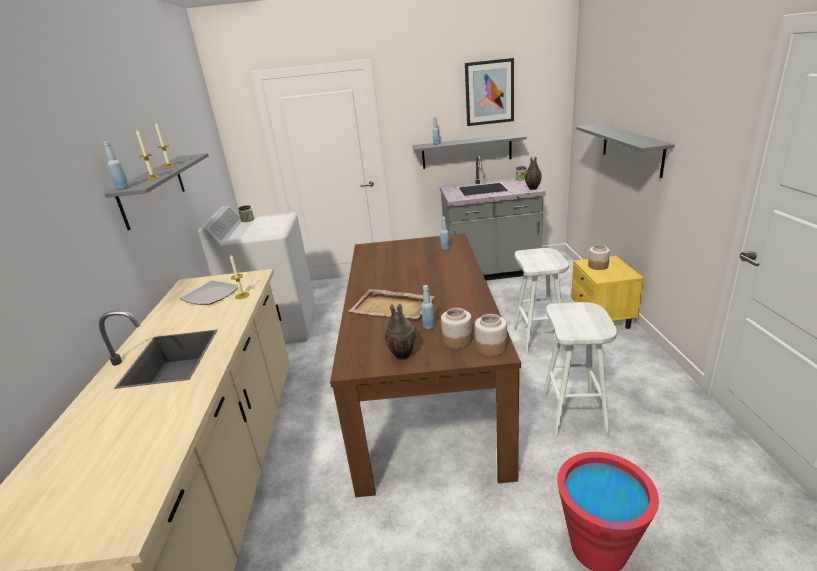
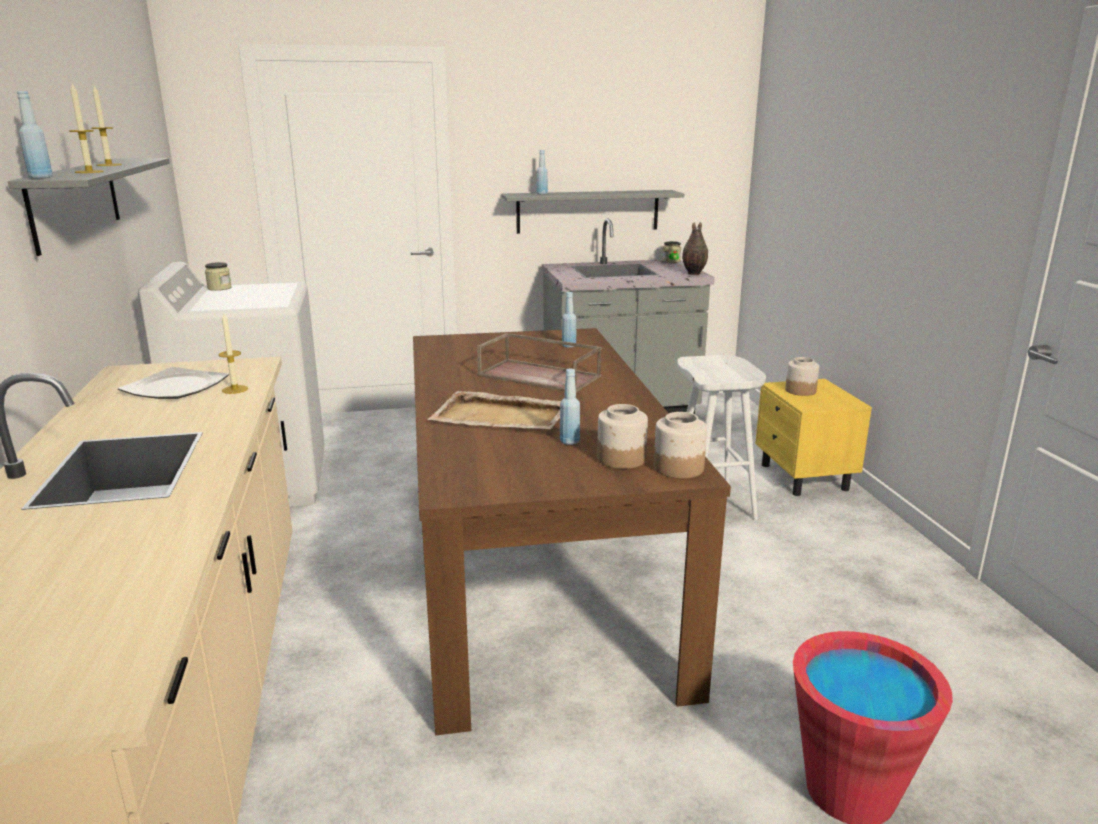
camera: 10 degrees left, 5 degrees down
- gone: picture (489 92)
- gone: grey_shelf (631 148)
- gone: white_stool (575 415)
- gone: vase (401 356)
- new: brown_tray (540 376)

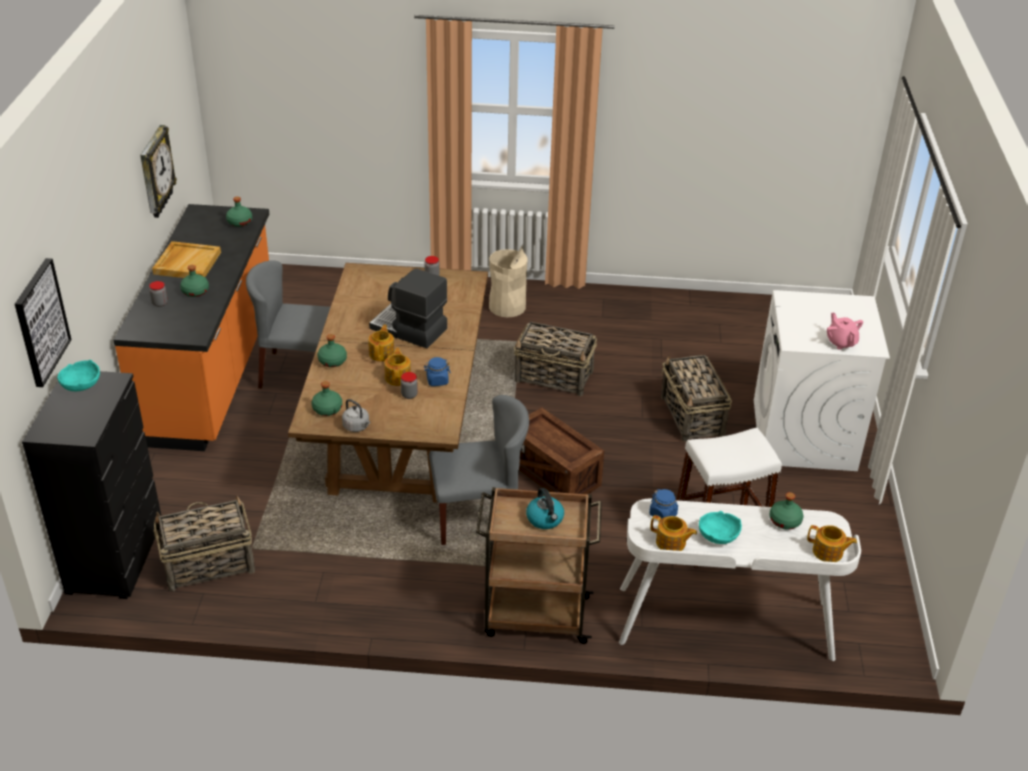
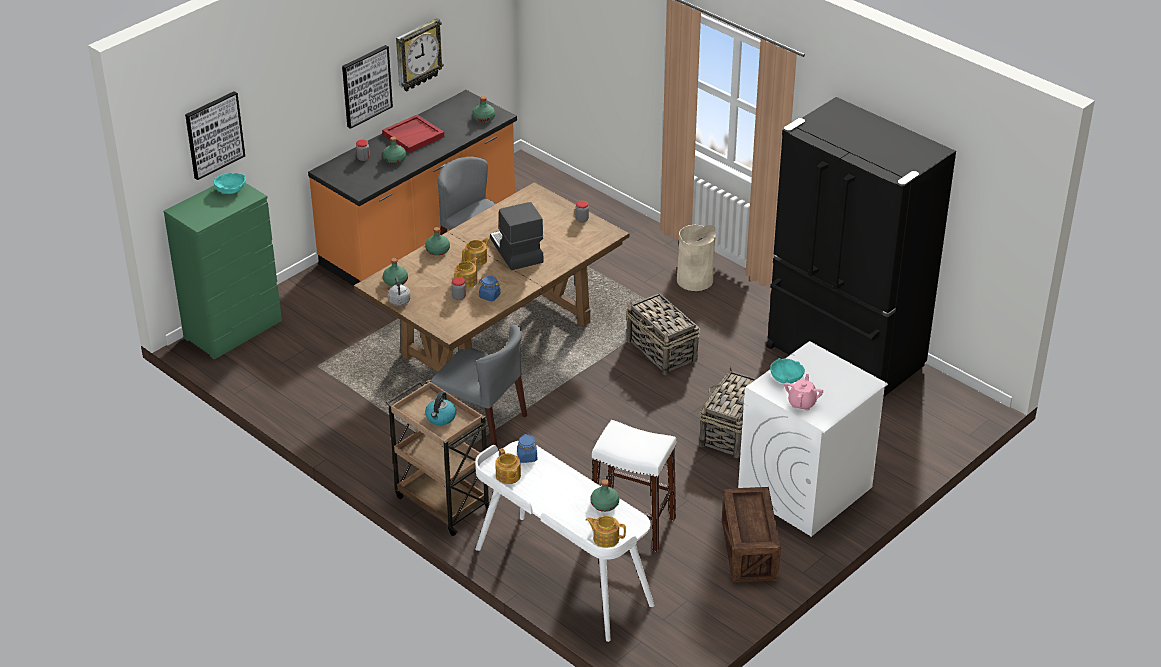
camera: 40 degrees right, 0 degrees up
- repainted: beige_tray (187 263) to red_tray (413 135)
- repainted: black_dresser (115 557) to green_dresser (233 330)
- shifted: crate (553 474) to (749 551)
- gone: basket (207 564)
- shifted: turquoise_bowl (717 535) to (786 378)
- rotated: teapot (828 552) = (605 538) 135 degrees clockwise
- new: picture (366 86)
- new: black_fridge (843 358)

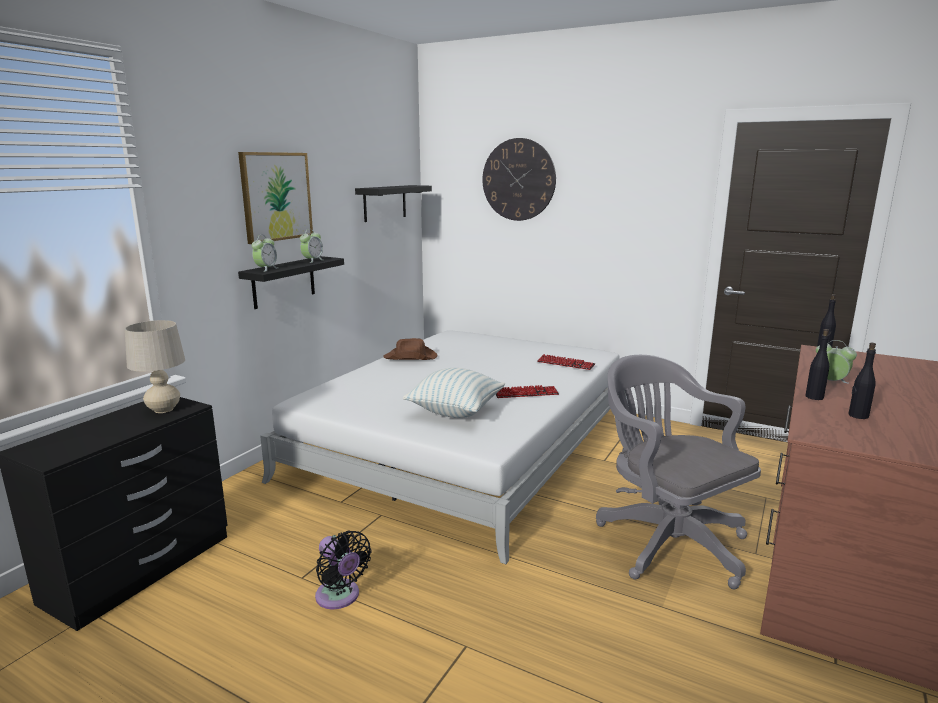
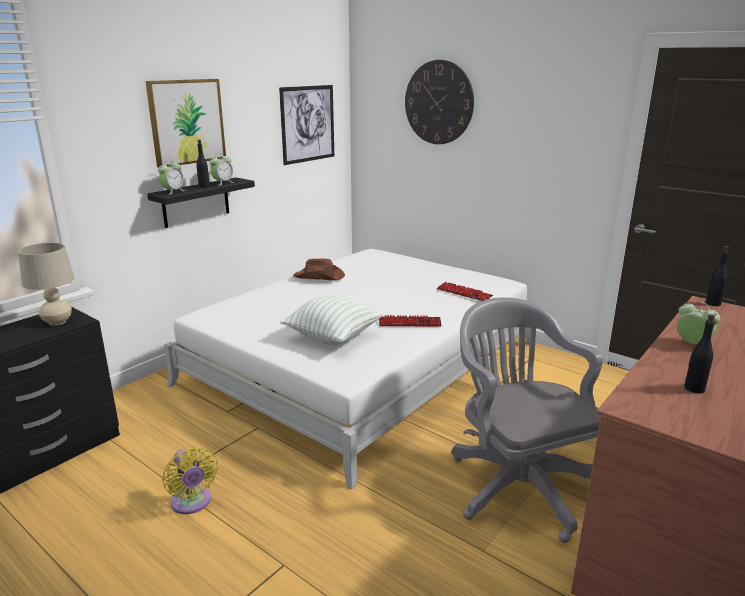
camera: 10 degrees right, 5 degrees up
- swapped: black_shelf (385 203) to picture (308 124)
- shifted: black_bottle (814 397) to (204 186)
- repainted: black_fan (340 597) to yellow_fan (192 503)

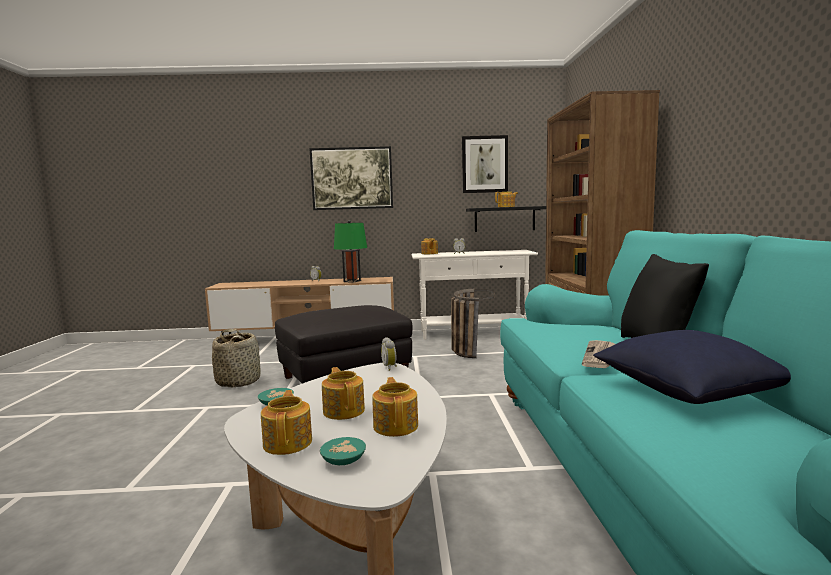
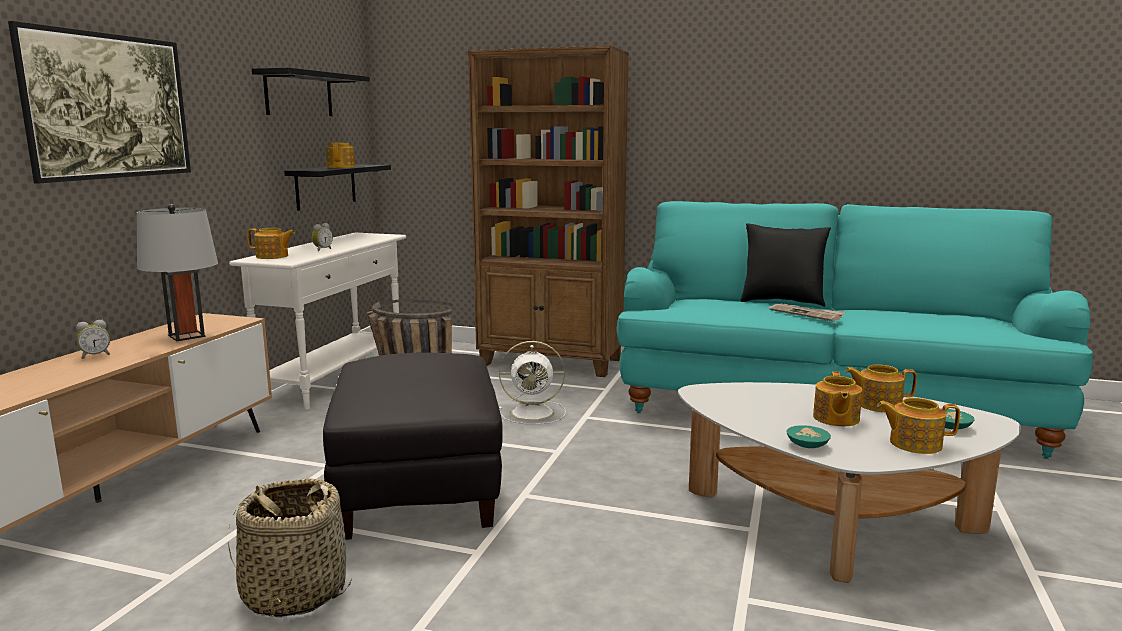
camera: 70 degrees left, 5 degrees up
- swapped: picture (484 164) to black_shelf (299 94)
- repainted: green_table_lamp (352 281) to grey_table_lamp (186 336)
- gone: blue_pillow (686 392)
- gone: alarm_clock (390 367)
- rotated: teapot (344 410) = (835 418) 75 degrees counterclockwise
- new: white_fan (534 413)

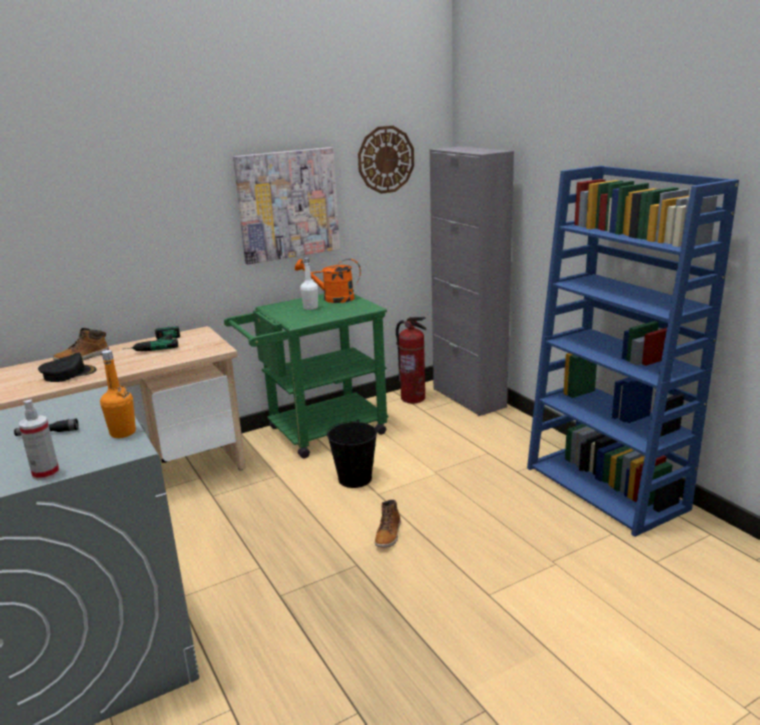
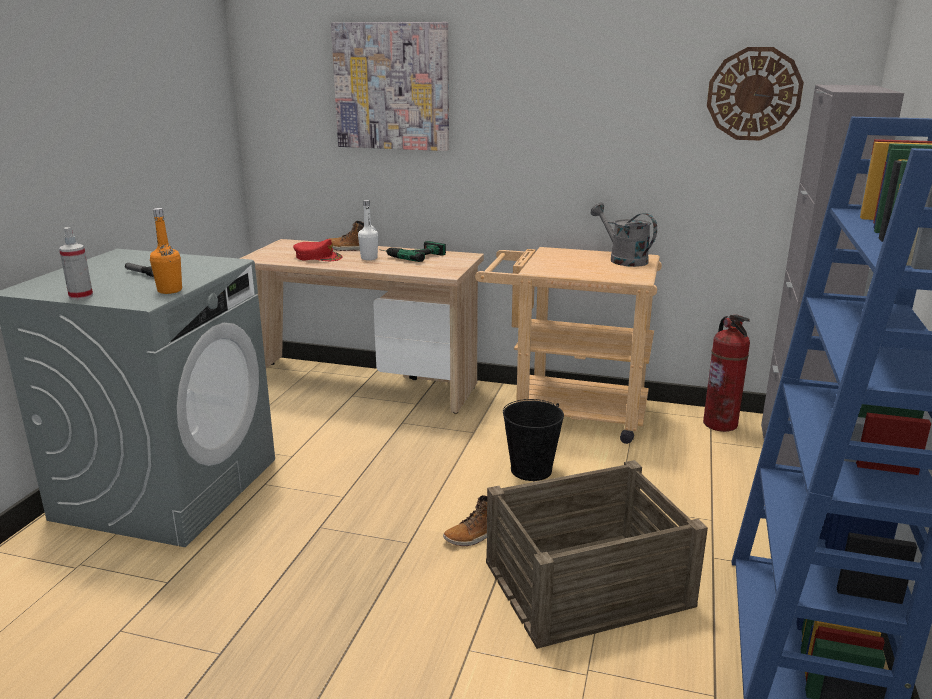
camera: 45 degrees right, 0 degrees up
- shifted: picture (288 204) to (392 87)
- shifted: white_bottle (310 308) to (369 258)
- repainted: orange_watering_can (332 298) to grey_watering_can (622 259)
- repainted: green_cart (317 433) to beige_cart (566 413)
- repainted: black_cap (68 374) to red_cap (318 257)
- new: crate (588 584)

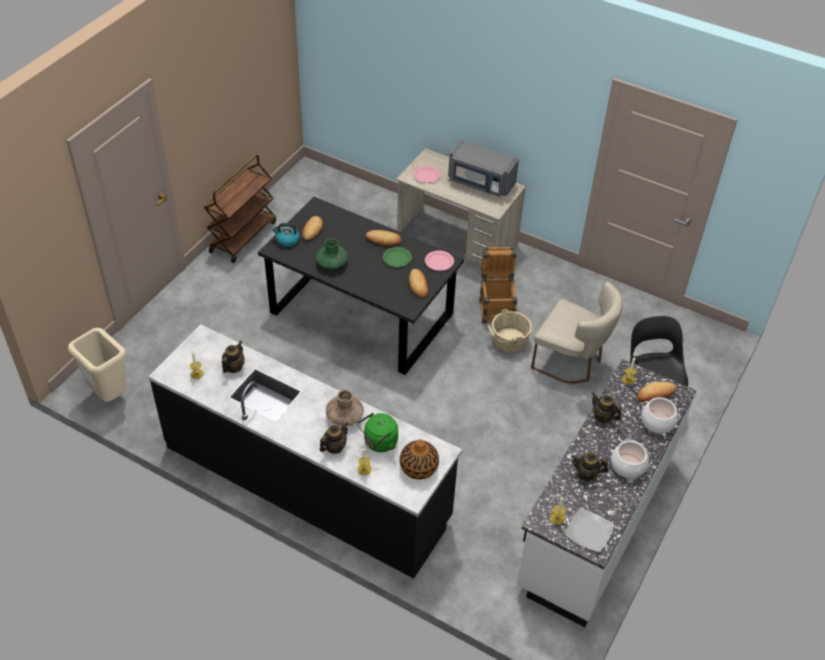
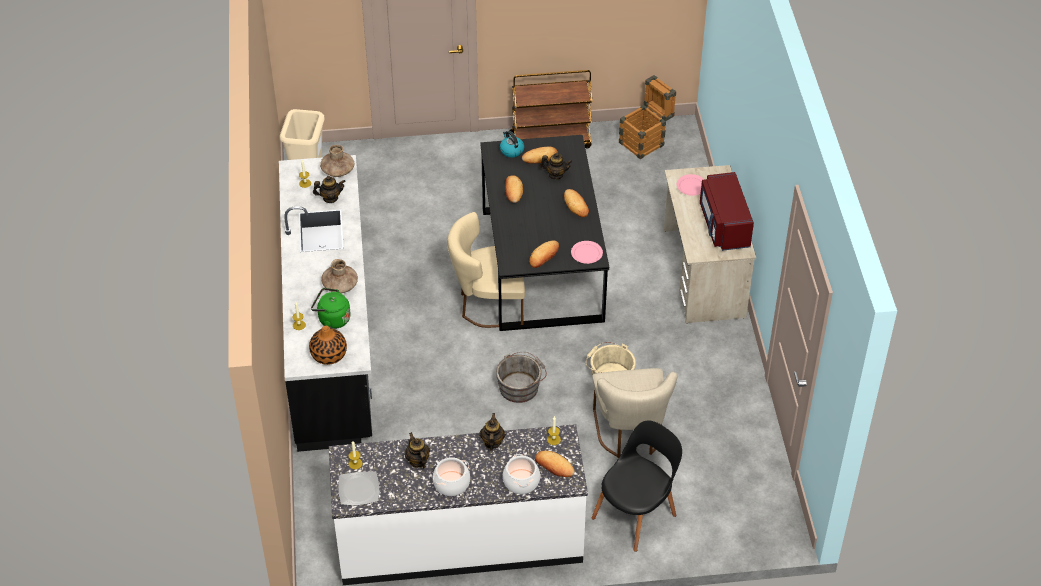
camera: 55 degrees right, 0 degrees up
- repainted: grey_microwave (480 182) to red_microwave (723 225)
- swapped: green_vase (332 263) to bread (513 191)
- shifted: crate (496 307) to (645 141)
- gone: green_plate (397 258)
- shifted: teapot (334 447) to (556 174)
- new: brown_vase (337 171)
- new: beige_chair (488 304)
- new: grey_bucket (521 386)

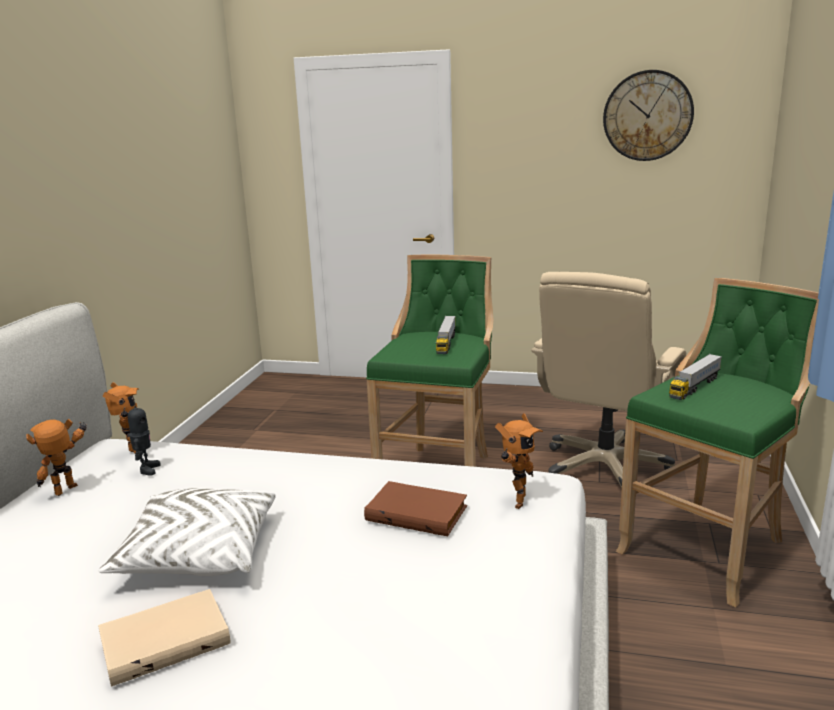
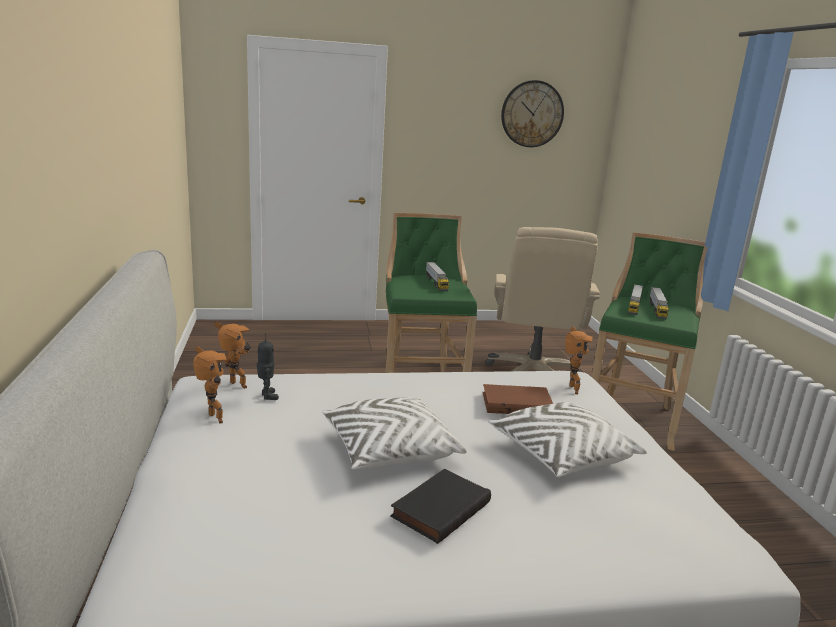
camera: 25 degrees left, 0 degrees up
- rotated: toy_robot (69 491) = (212 419) 135 degrees clockwise
- repainted: beige_book (165 639) to black_book (439 508)
- new: toy_truck (657 310)
- new: white_pillow (561 455)

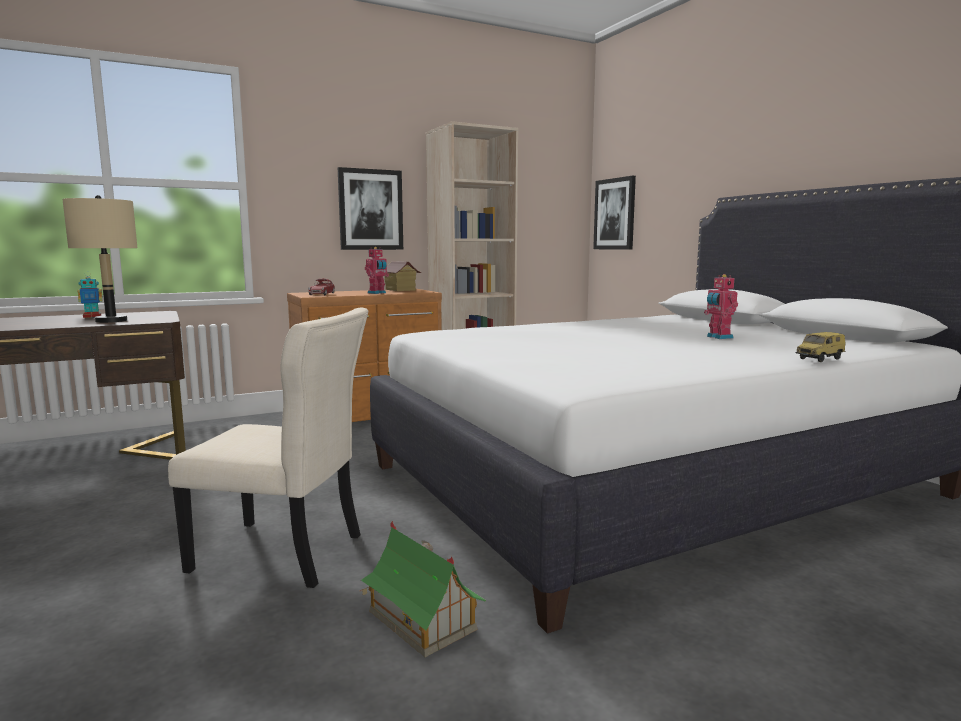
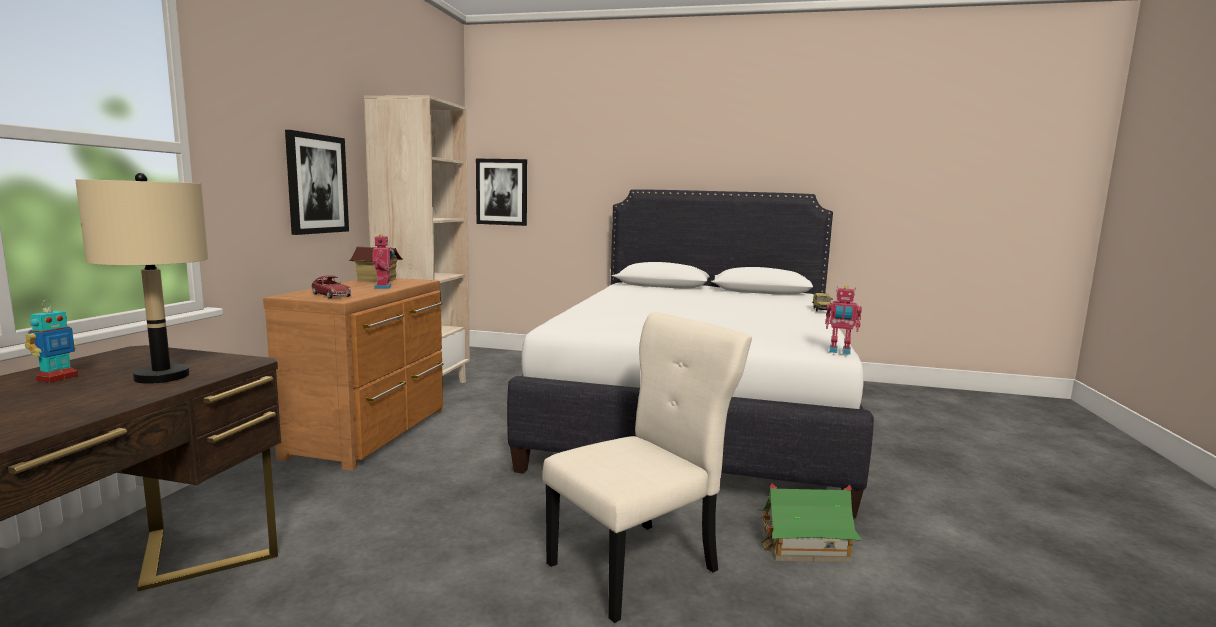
camera: 50 degrees left, 0 degrees up
- shifted: toy_robot (718 337) to (839 351)

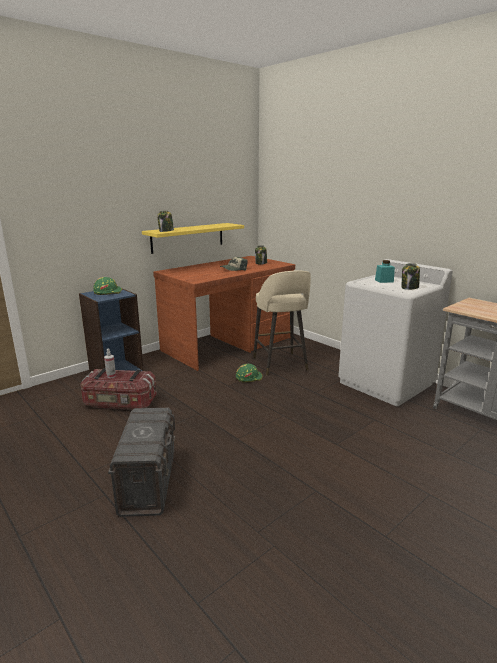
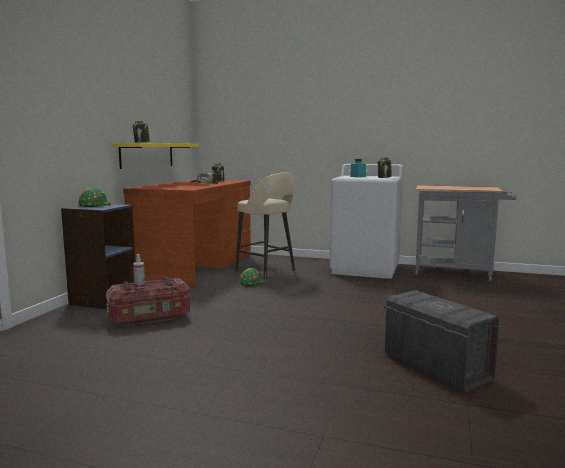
camera: 30 degrees left, 10 degrees down
- shifted: grey_storage_box (148 482) to (436 366)

